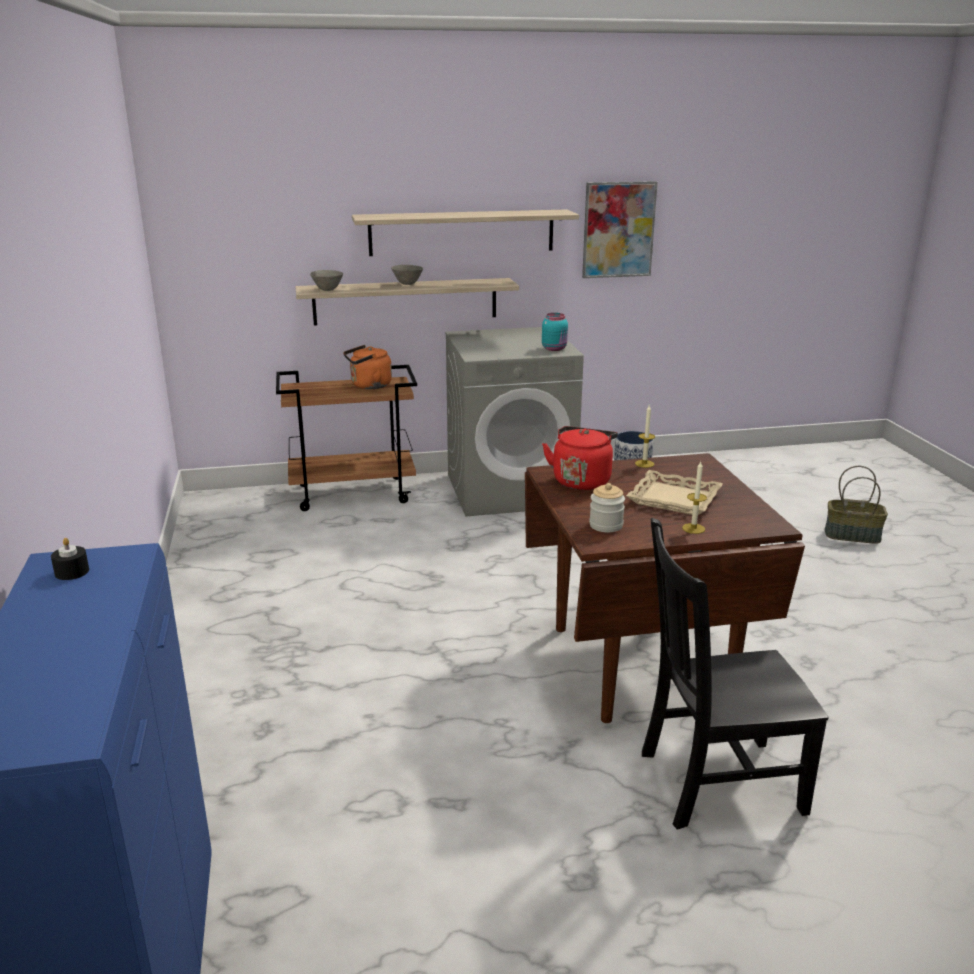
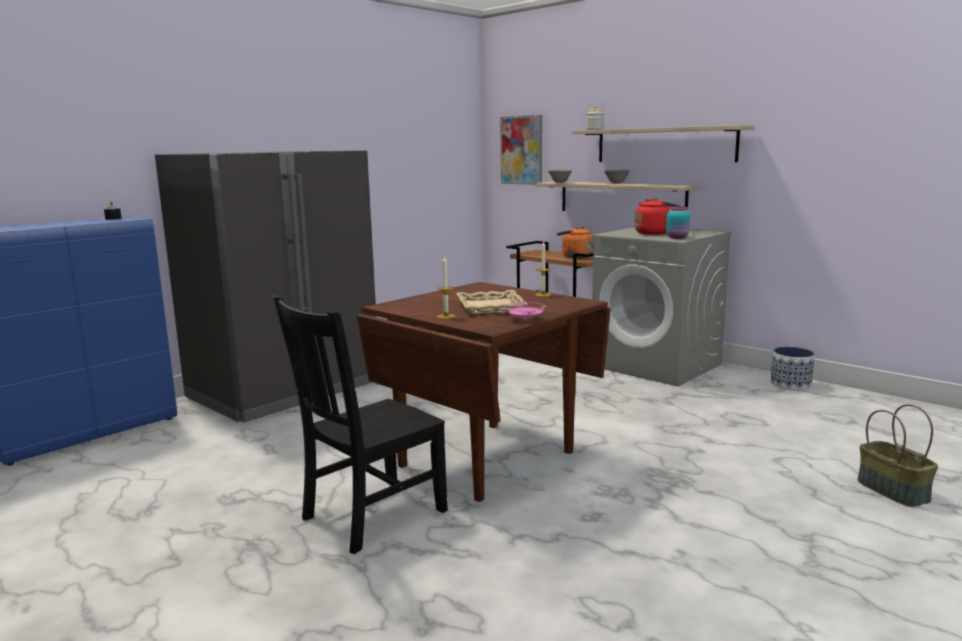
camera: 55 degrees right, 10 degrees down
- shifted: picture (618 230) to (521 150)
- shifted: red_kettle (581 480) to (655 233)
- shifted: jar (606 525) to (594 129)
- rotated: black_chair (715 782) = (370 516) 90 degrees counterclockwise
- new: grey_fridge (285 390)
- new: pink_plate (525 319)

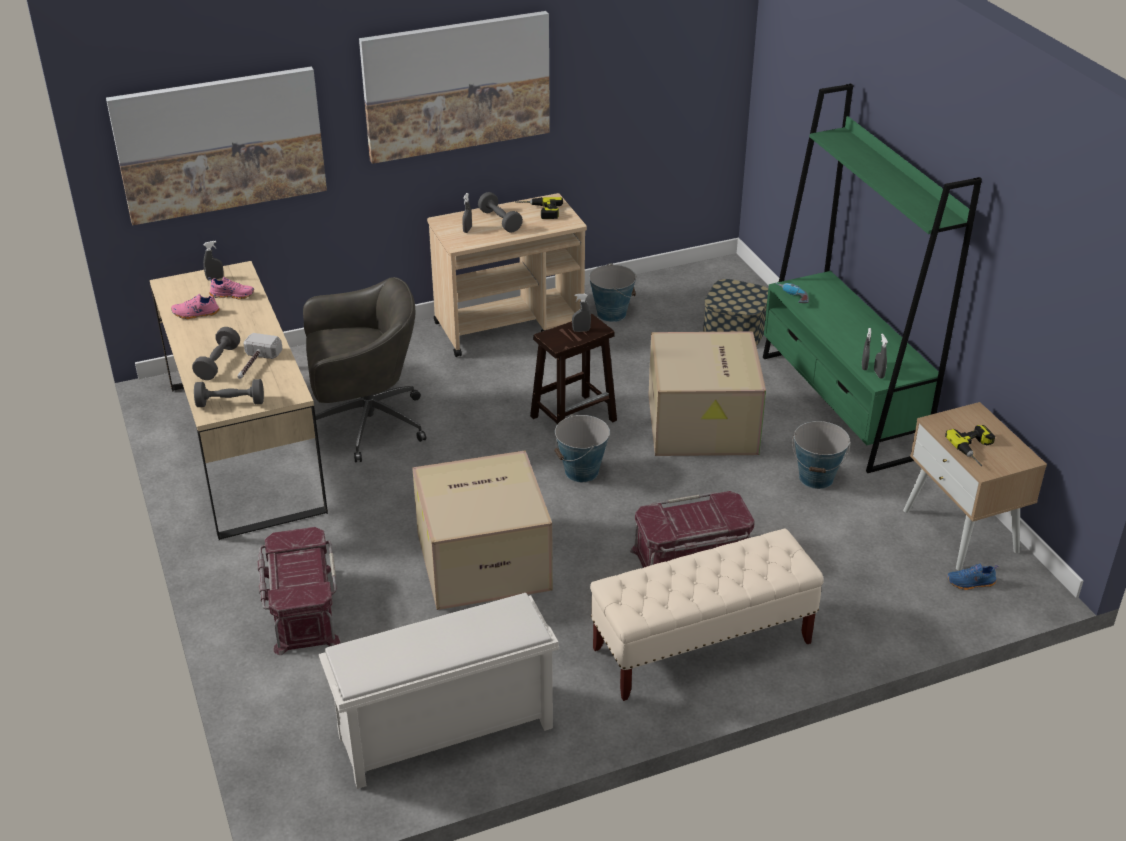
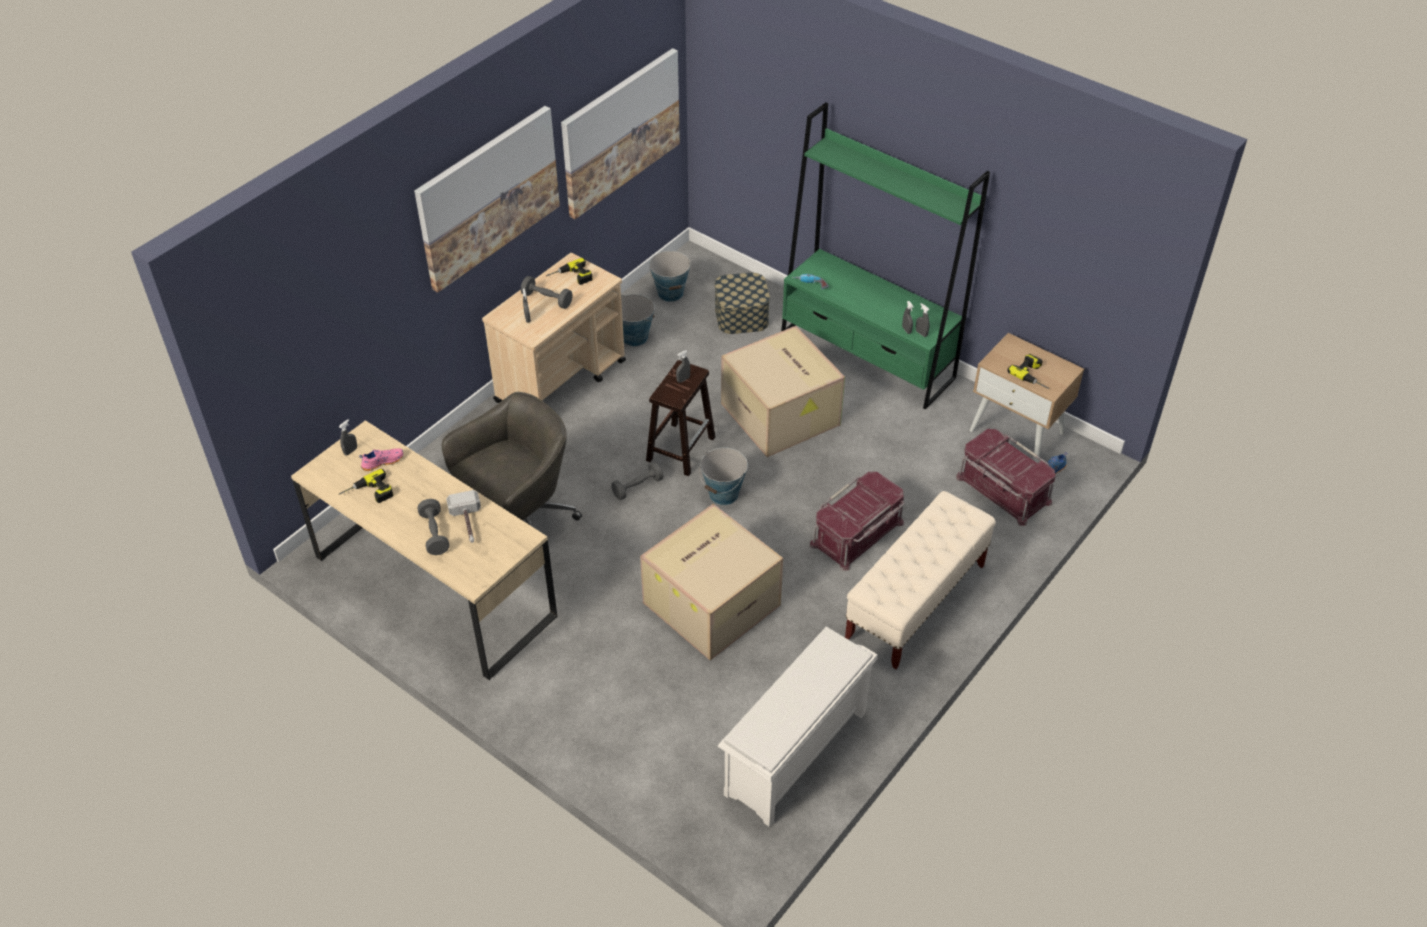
camera: 30 degrees left, 10 degrees up
- shifted: picture (220 144) to (620 132)
- swapped: pink_shoe (196 314) to power_drill (368 494)
- shifted: grey_dumbbell (230 403) to (637 487)
- shifted: bucket (816 478) to (670 293)
- shifted: red_storage_box (301 609) to (1002 490)

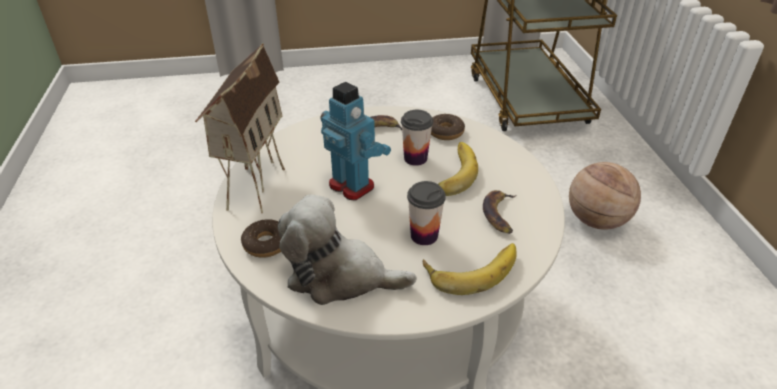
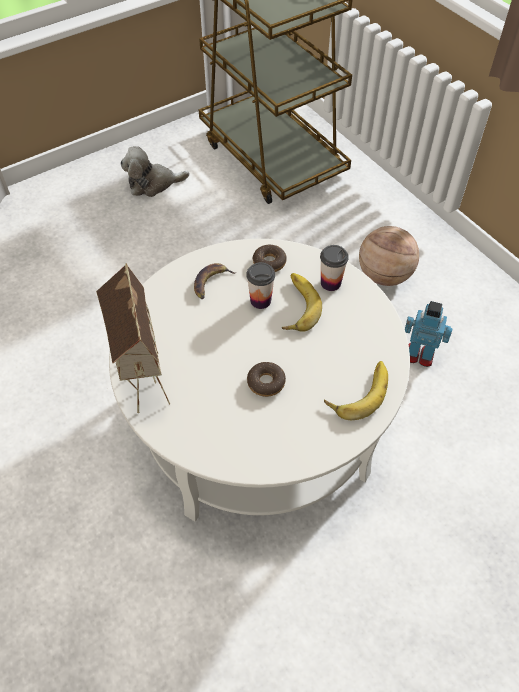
camera: 25 degrees left, 15 degrees up
- shifted: toy_robot (352 185) to (419 354)
- shifted: cup (424 235) to (330 283)
- gone: banana (500 214)
- shifted: plush_toy (339 276) to (153 184)
- shifted: donut (266 244) to (266 382)

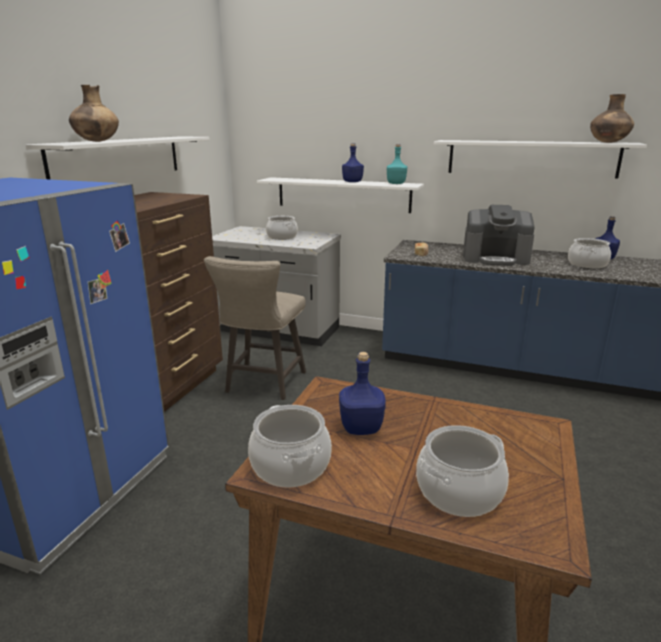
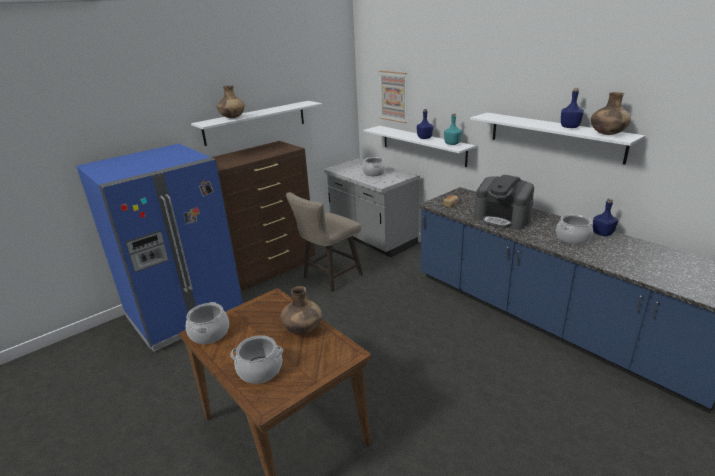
camera: 30 degrees right, 5 degrees up
- shifted: blue_bottle (360 428) to (569 127)
- new: picture (393 96)
- new: brown_vase (302 330)

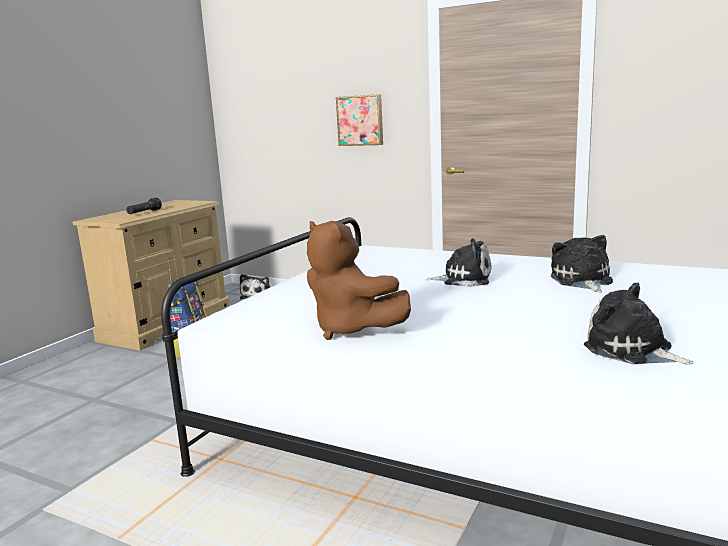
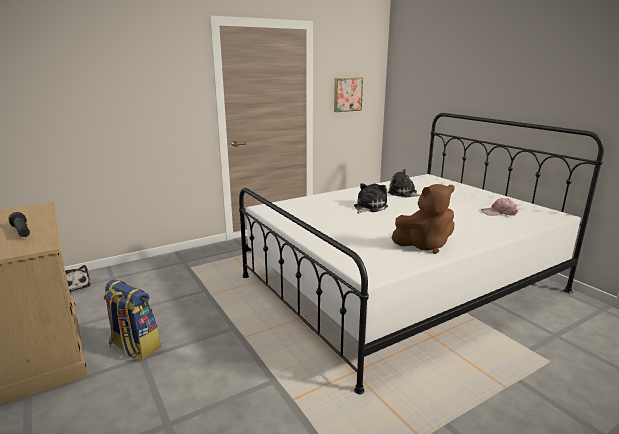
camera: 60 degrees left, 5 degrees up
- shifted: picture (360 120) to (347 94)
- swapped: plush_toy (632 350) to pink_cap (499 212)

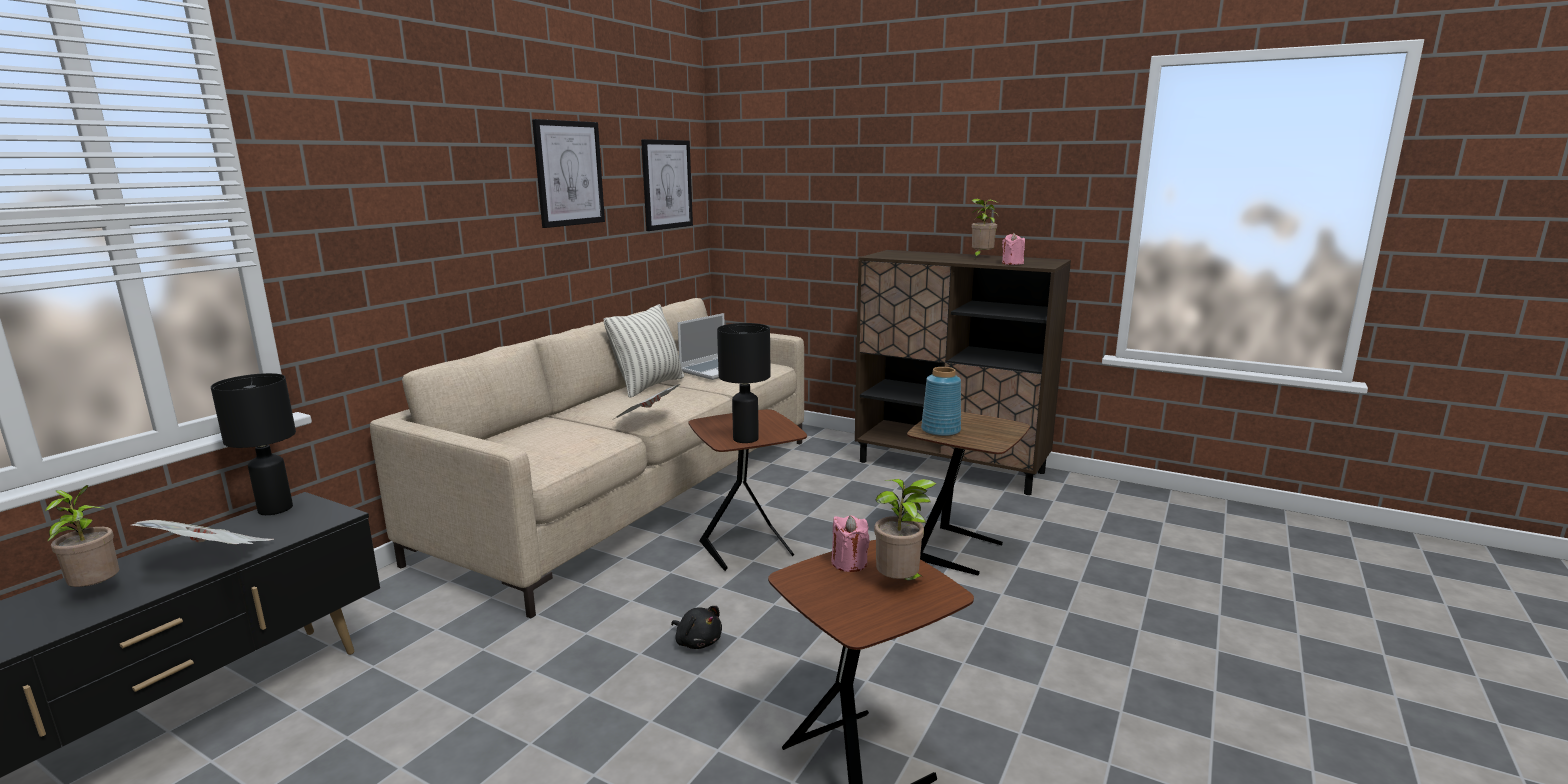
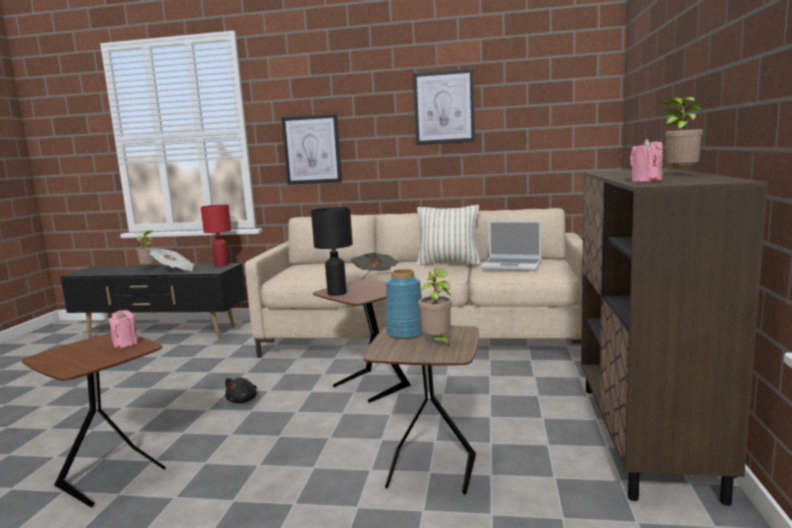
camera: 70 degrees right, 5 degrees down
- shifted: picture (667 184) to (312 149)
- repainted: black_table_lamp (274 509) to red_table_lamp (221 264)
- shifted: potted_plant (900 584) to (437 343)

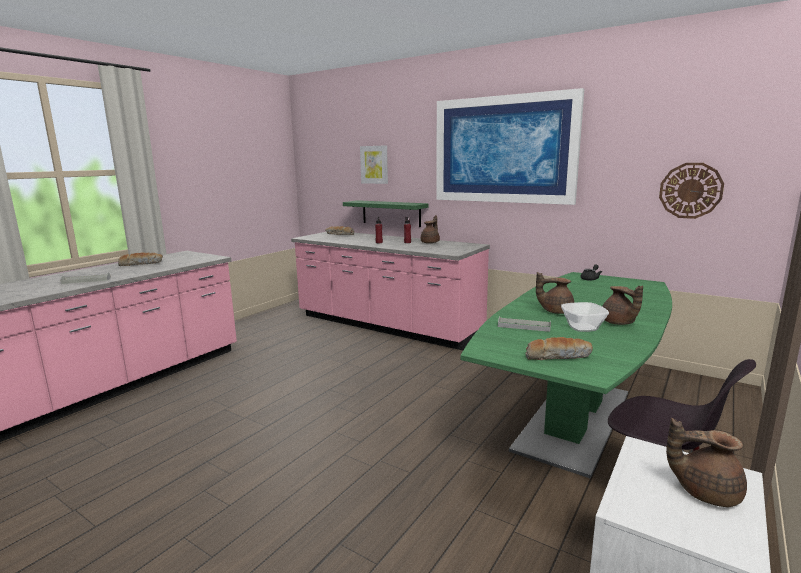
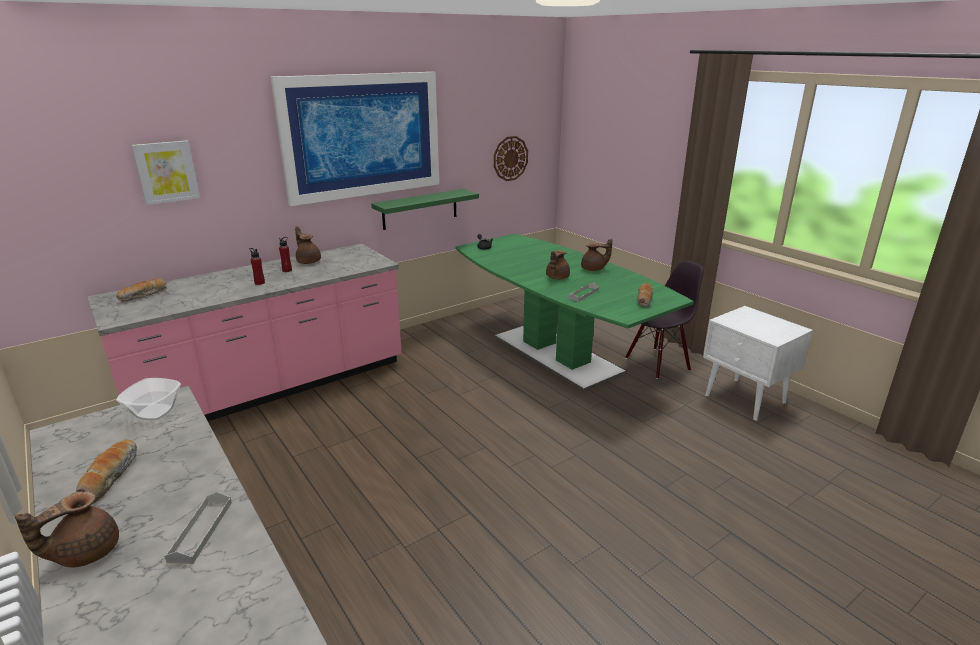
camera: 70 degrees left, 10 degrees up
- shifted: green_shelf (391 213) to (420 209)
- shifted: bowl (582 327) to (154 412)
- shifted: brown_teapot (704 491) to (85 552)

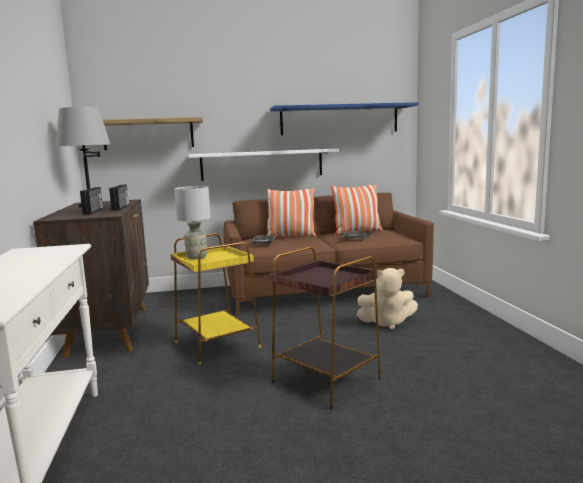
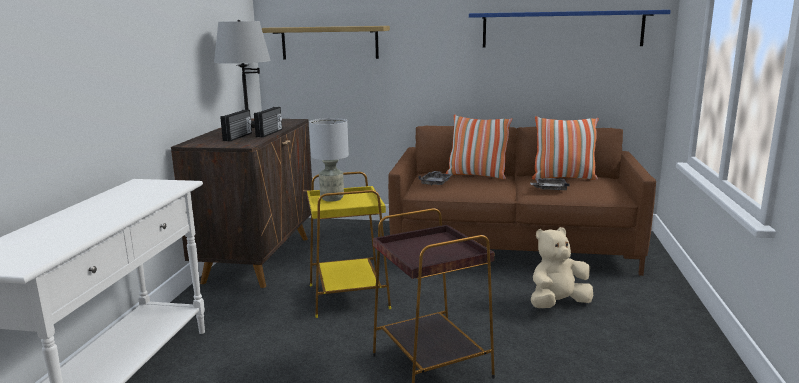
camera: 20 degrees right, 5 degrees up
- gone: white_shelf (262 164)
- rotated: beige_plush_toy (387 323) = (557 304) 135 degrees clockwise

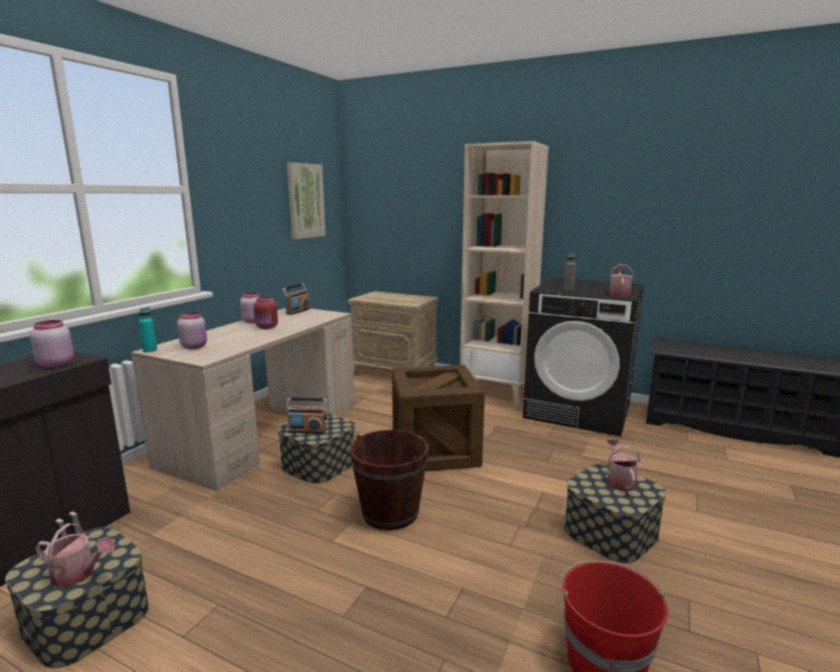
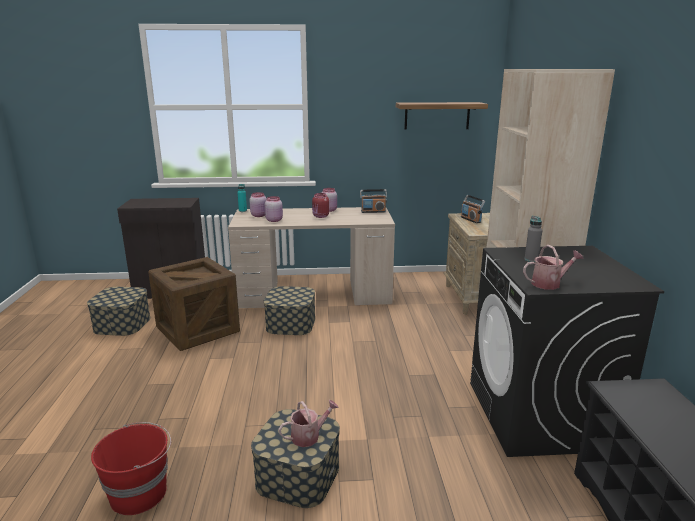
camera: 60 degrees right, 5 degrees up
- swapped: picture (305 201) to shelf (437 115)
- shifted: pink_jar (56 364) to (274 220)
- shifted: crate (435 451) to (198 329)
- shifted: radio (307 431) to (471 219)
- gone: brown_bucket (390 512)
- gone: watering_can (78 574)

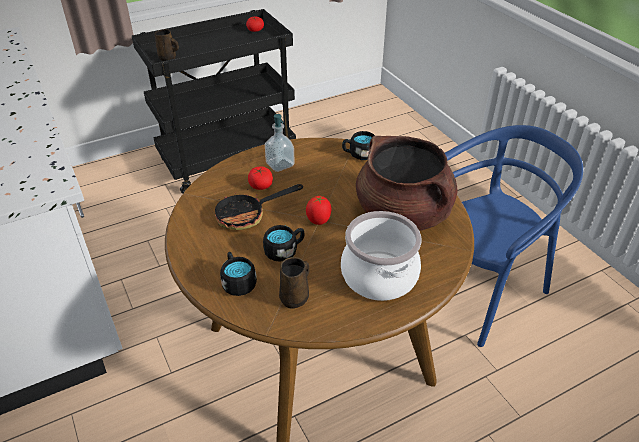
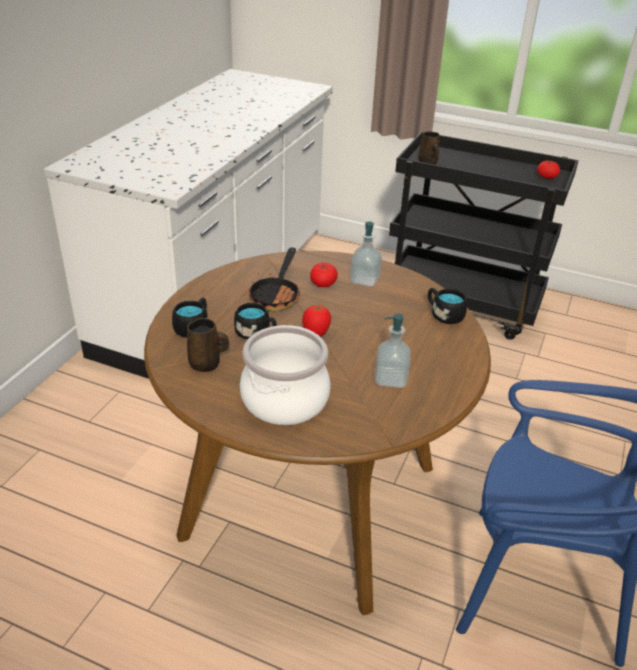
camera: 50 degrees right, 5 degrees down
- swapped: brown_cooking_pot (403 214) to soap_dispenser (391 379)
- rotated: frying_pan (248 215) = (277 295) 105 degrees counterclockwise

